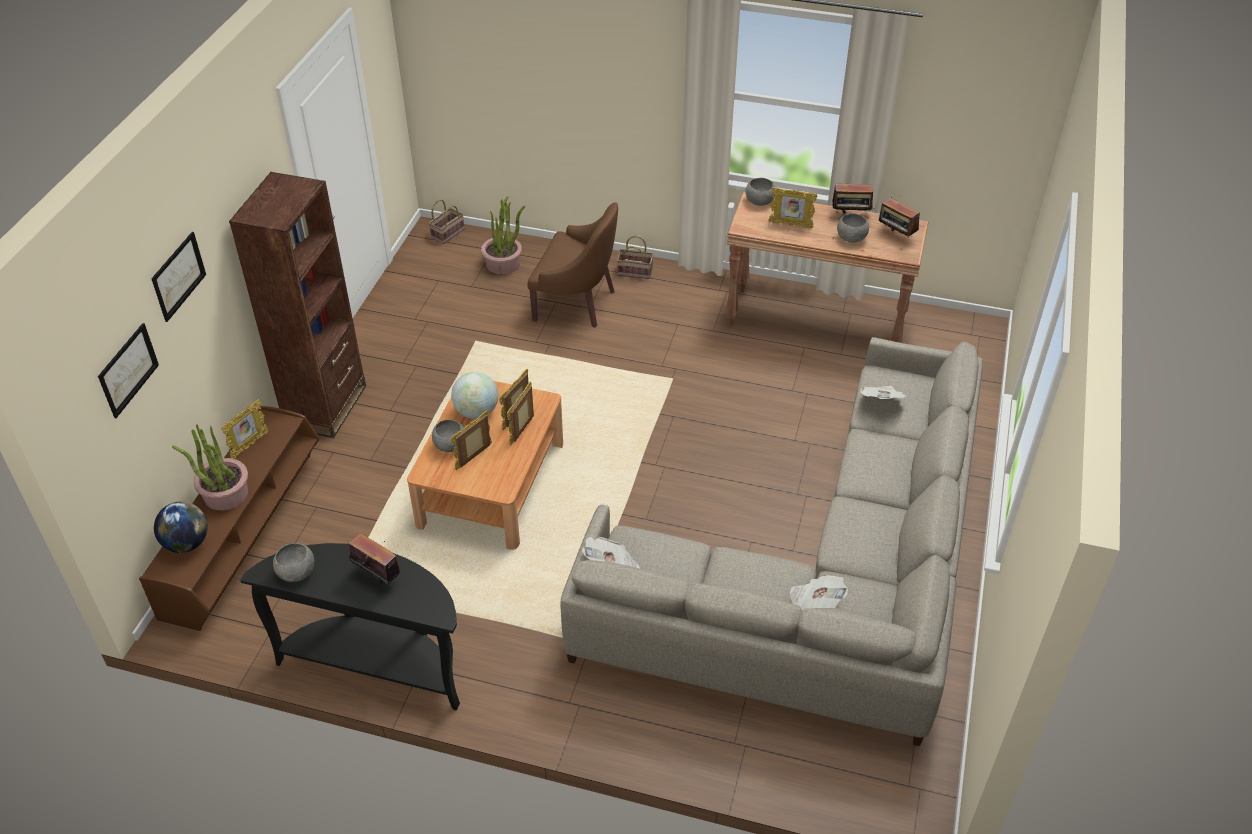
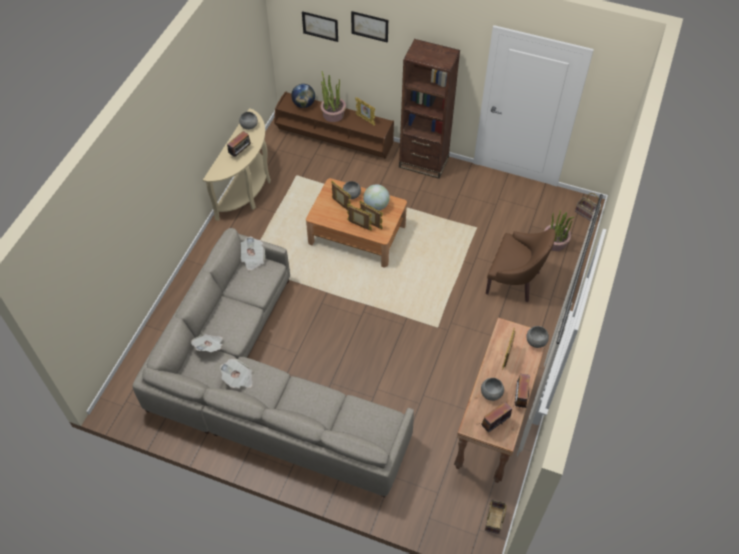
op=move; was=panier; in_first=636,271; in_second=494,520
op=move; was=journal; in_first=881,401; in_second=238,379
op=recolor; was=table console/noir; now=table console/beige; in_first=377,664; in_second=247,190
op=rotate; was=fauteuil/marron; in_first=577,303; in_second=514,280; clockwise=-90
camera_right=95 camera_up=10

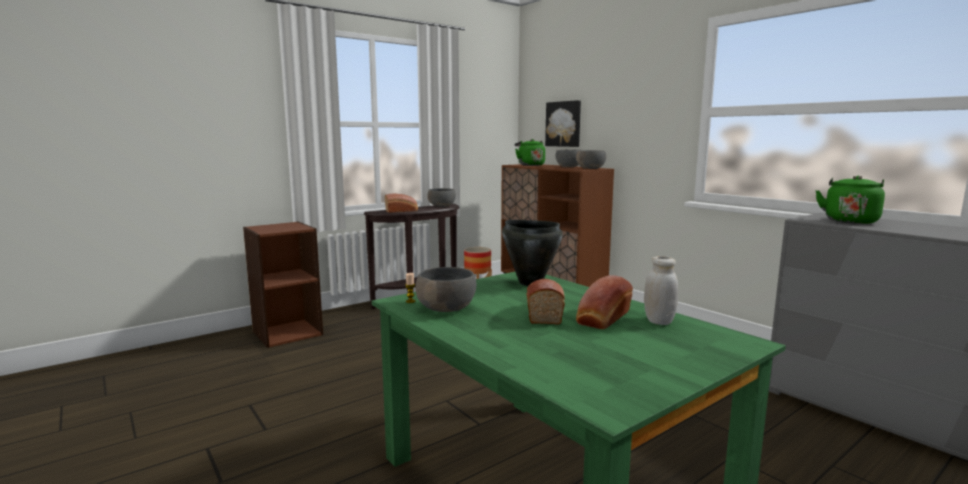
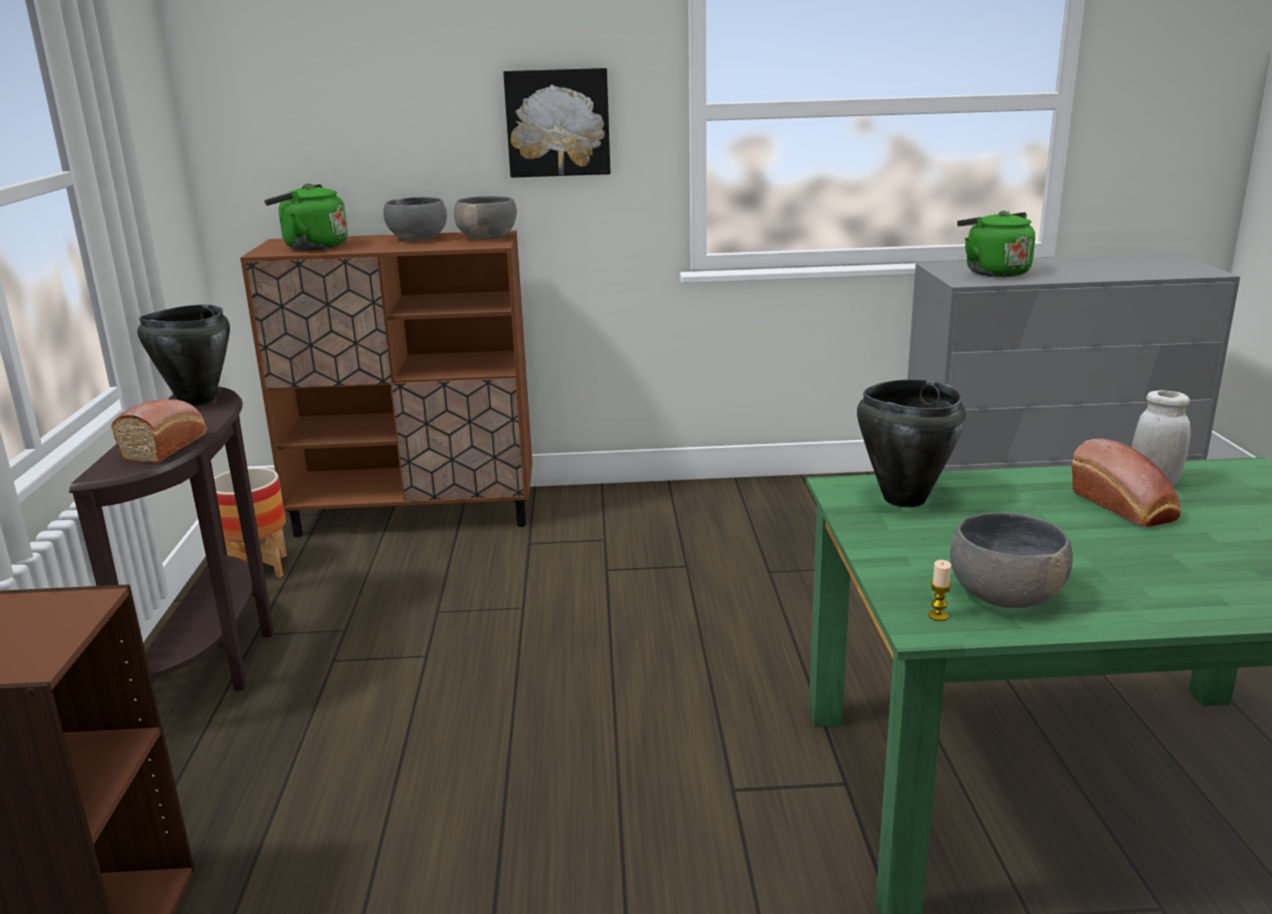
op=delete; was=pain; in_first=543,313
op=move; was=tableau; in_first=564,124; in_second=558,123
op=replace; was=bol/gris; now=marmite/noir; in_first=441,206; in_second=196,401
camera_right=-55 camera_up=10

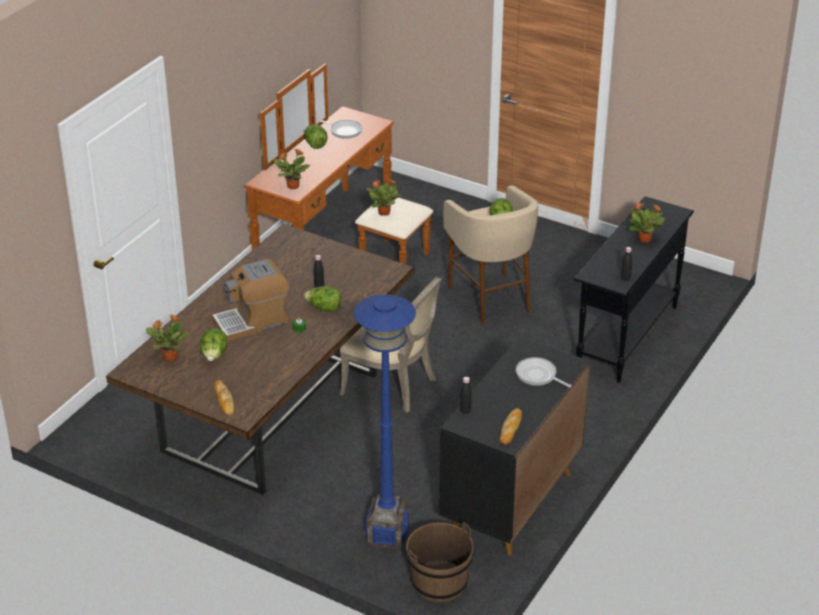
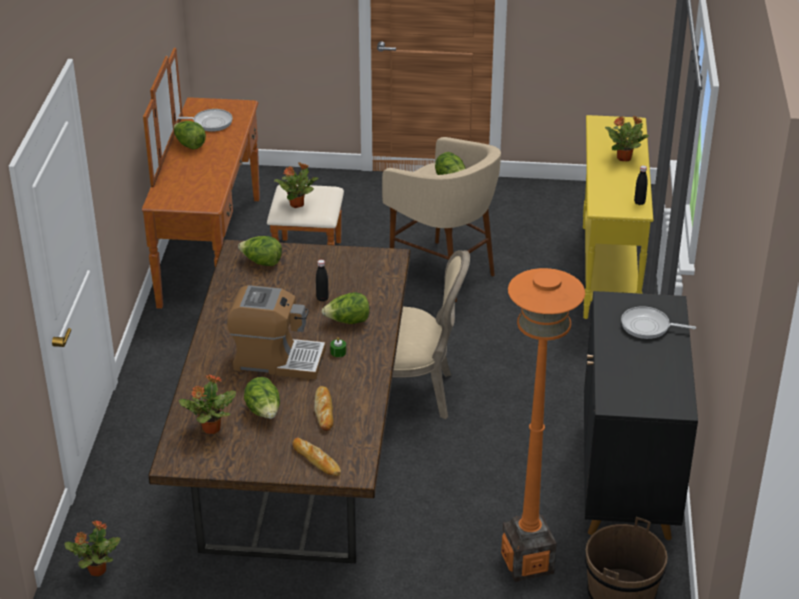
op=delete; was=bouteille/noir; in_first=465,410
op=insert; now=laitue; in_second=261,262
op=move; was=plante en pot; in_first=292,186; in_second=96,570
op=move; was=pain; in_first=510,428; in_second=324,411
op=recolor; was=lampadaire/bleu; now=lampadaire/orange; in_first=387,535; in_second=527,563
op=recolor; was=table console/noir; now=table console/jaune; in_first=626,337; in_second=608,272
op=rotate; was=machine à café; in_first=252,322; in_second=277,359; clockwise=-120
camera_right=-25 camera_up=0

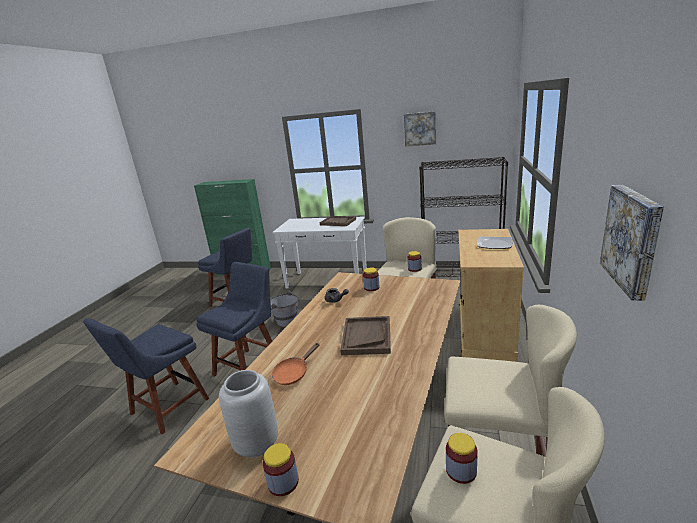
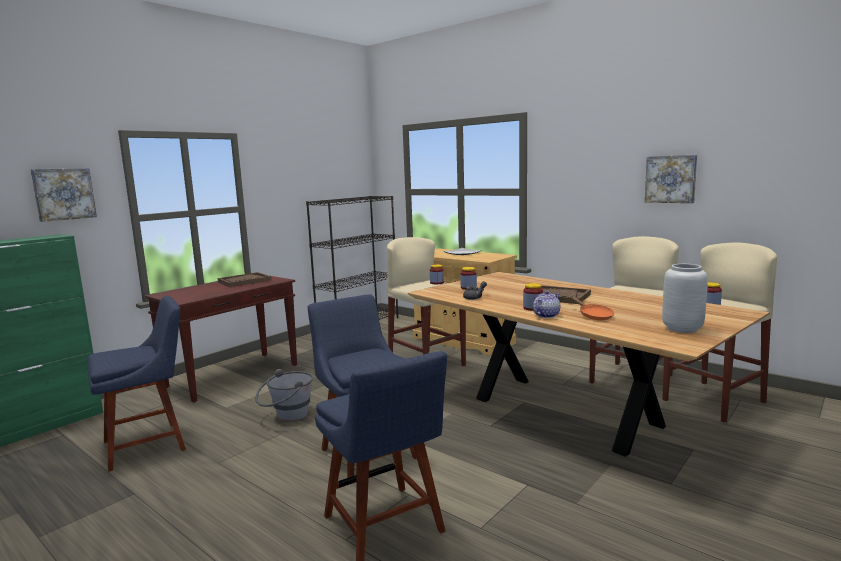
op=insert; now=théière; in_second=546,315
op=move; was=bocal; in_first=283,482; in_second=533,308
op=move; was=tableau; in_first=420,129; in_second=63,194
op=recolor; was=table console/blanc; now=table console/marron; in_first=327,281; in_second=233,376
camera_right=-65 camera_up=-10

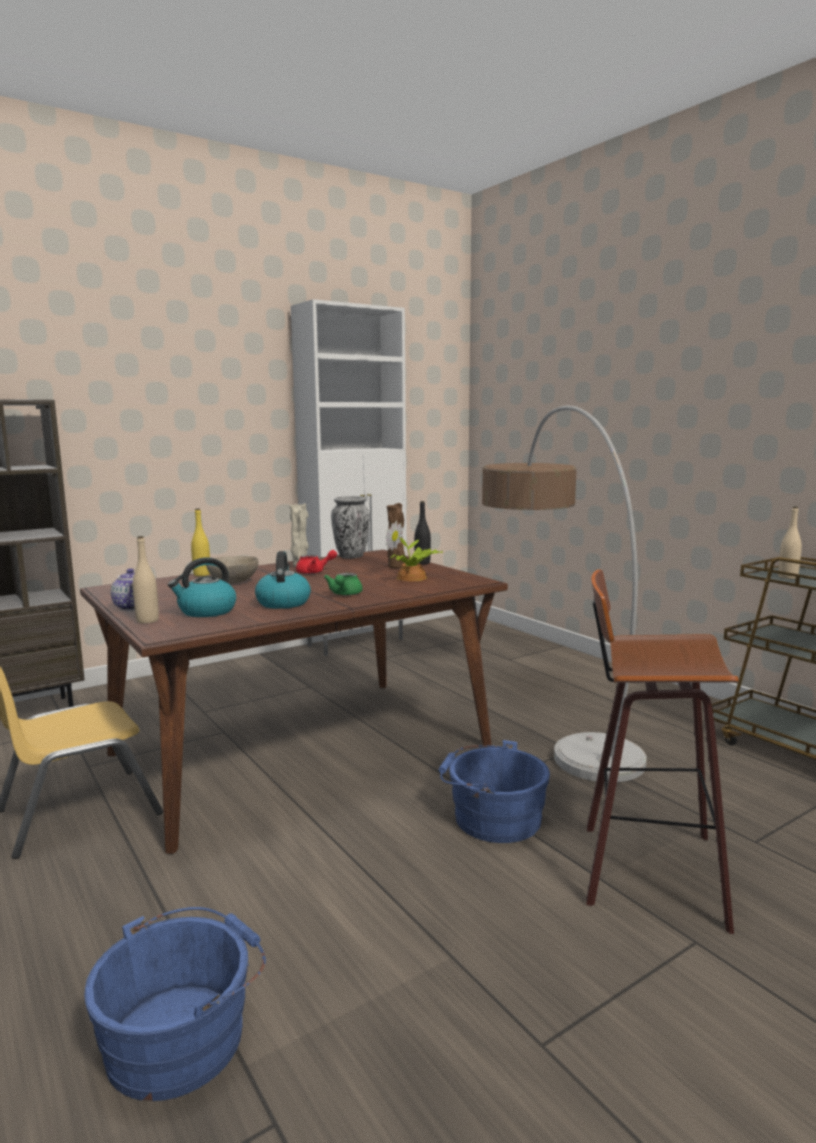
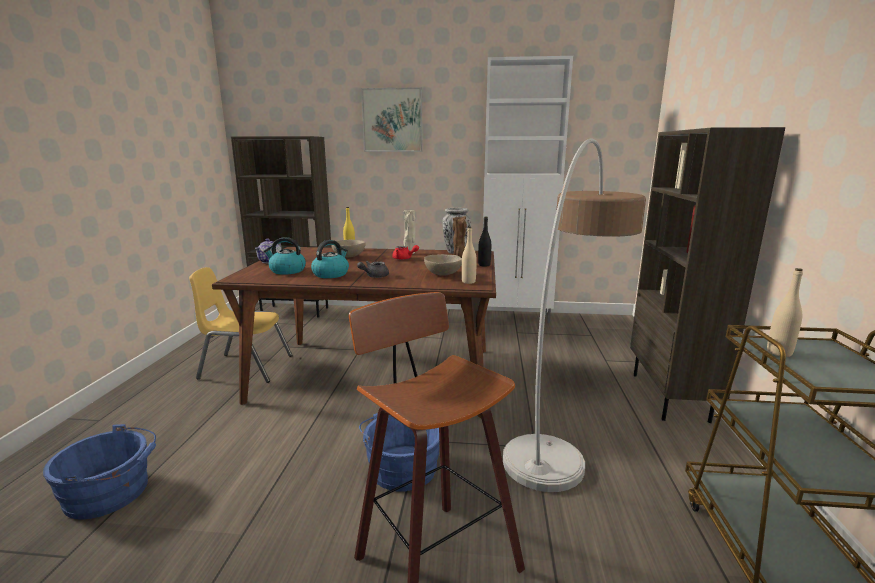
op=insert; now=tableau; in_second=392,120
op=insert; now=bibliothèque/marron; in_second=670,397
op=move; was=bouteille/beige; in_first=147,621; in_second=468,282
op=replace; was=plante en pot; now=bol/beige; in_first=412,578; in_second=443,274
op=recolor; was=théière/vert; now=théière/gris; in_first=344,594; in_second=374,276
camera_right=40 camera_up=5

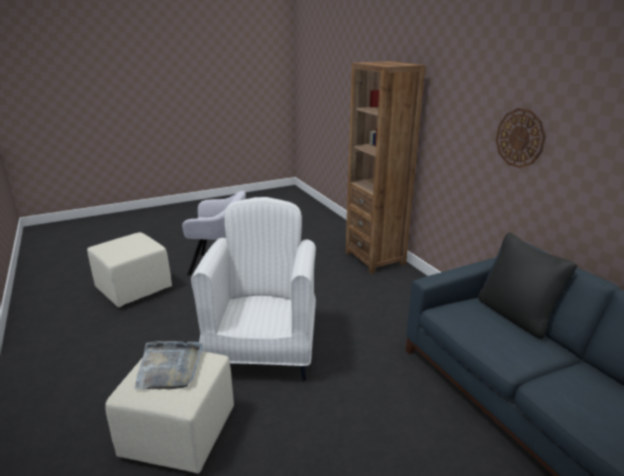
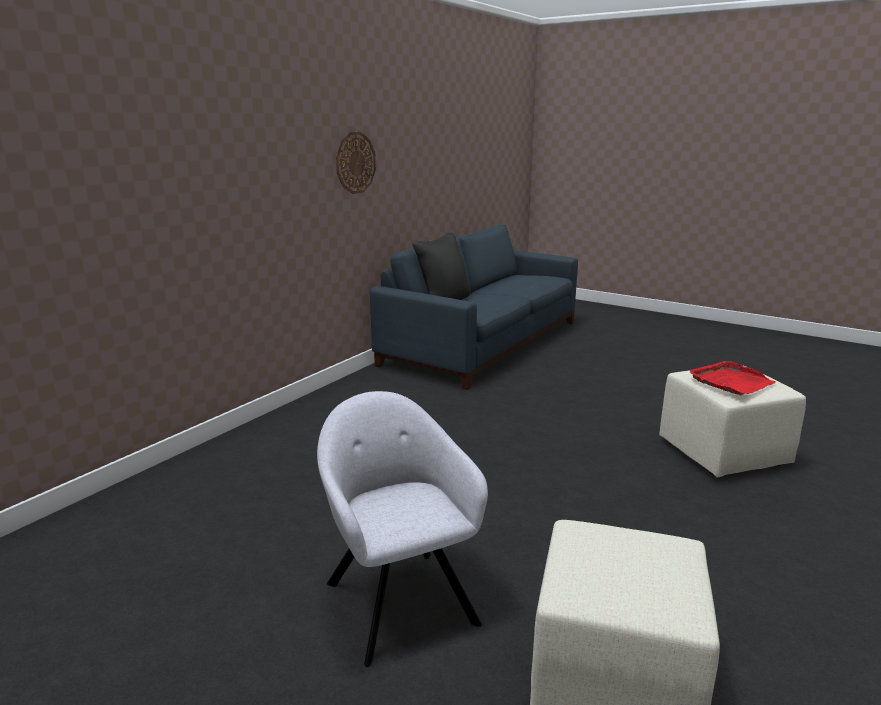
op=delete; was=fauteuil/blanc; in_first=264,351
op=delete; was=bibliothèque/marron; in_first=375,258
op=recolor; was=plateau/gris; now=plateau/rouge; in_first=169,367; in_second=731,382
camera_right=-120 camera_up=-5

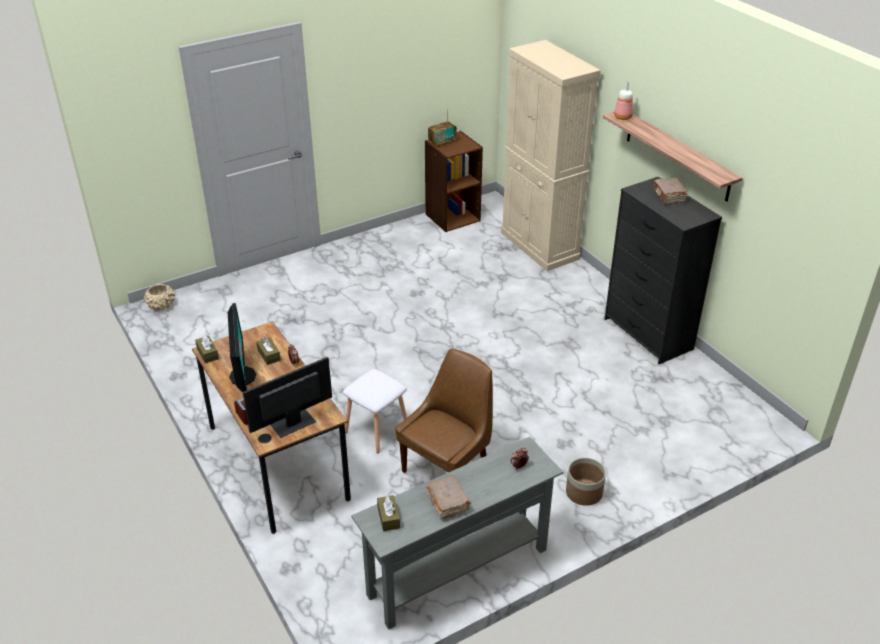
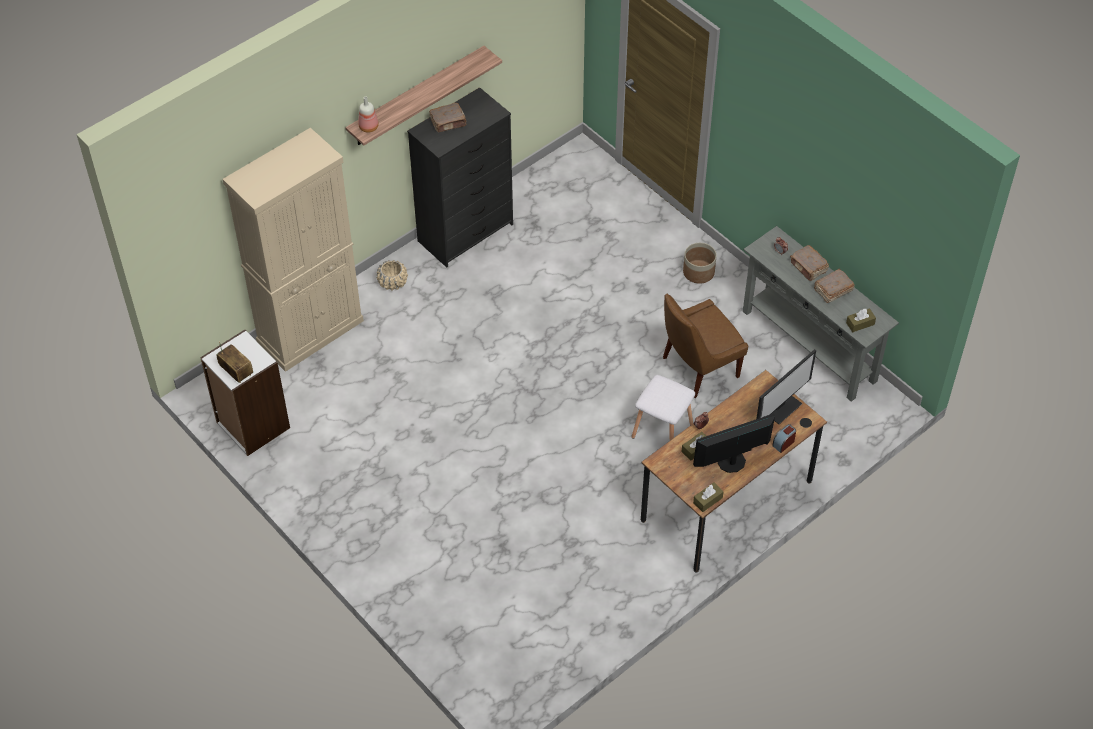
op=insert; now=livre/marron; in_second=808,267
op=move; was=cache-pot/beige; in_first=161,305; in_second=393,282
op=recolor; was=bibliothèque/marron; now=bibliothèque/blanc; in_first=452,217; in_second=252,425
op=rotate; was=écran d'ordinateur; in_first=292,423; in_second=782,407; clockwise=-90
op=rotate; was=chaise/marron; in_first=448,469; in_second=697,368; clockwise=-60
camera_right=-100 camera_up=15

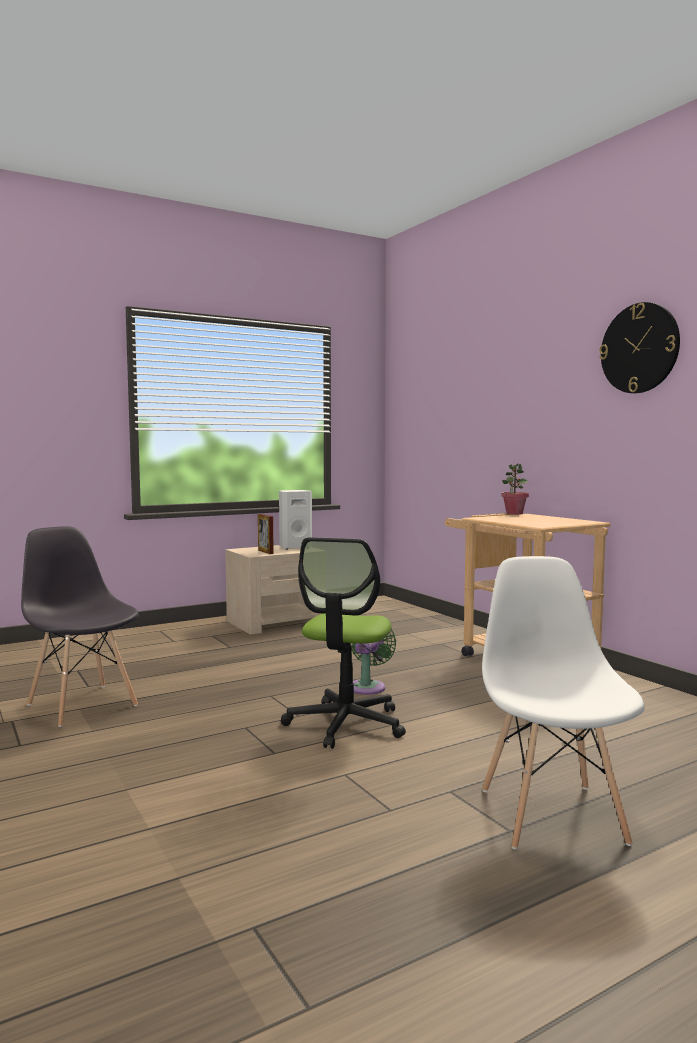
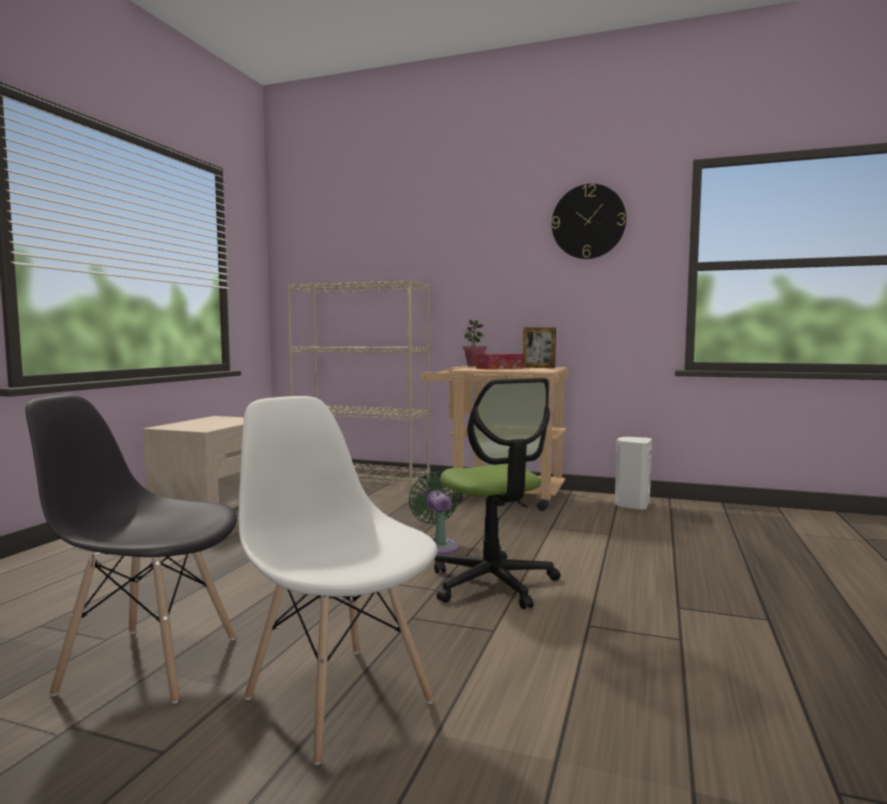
op=insert; now=bibliothèque/beige; in_second=362,481
op=insert; now=boîte à mouchoirs; in_second=499,368
op=move; was=cadre photo; in_first=265,552; in_second=539,367
op=move; was=enceinte/blanc; in_first=294,547; in_second=631,505
op=move; was=chaise/blanc; in_first=551,814; in_second=337,698
camera_right=-40 camera_up=0

